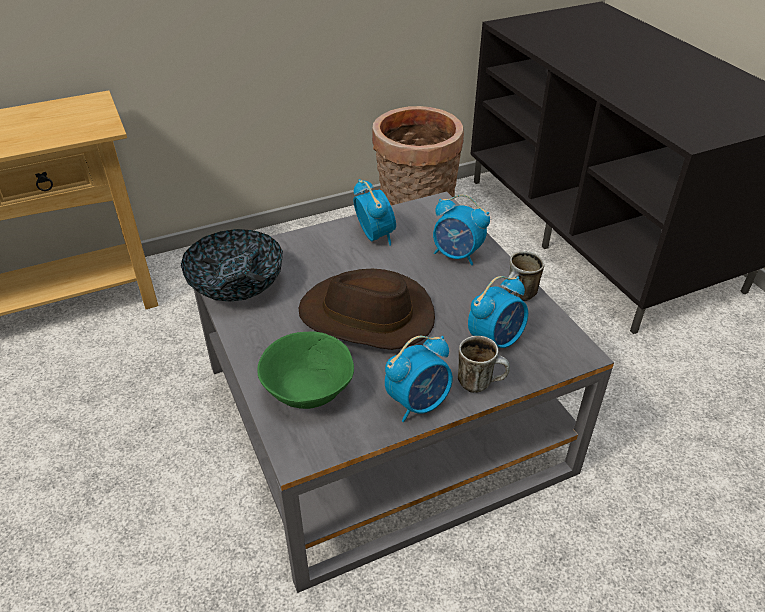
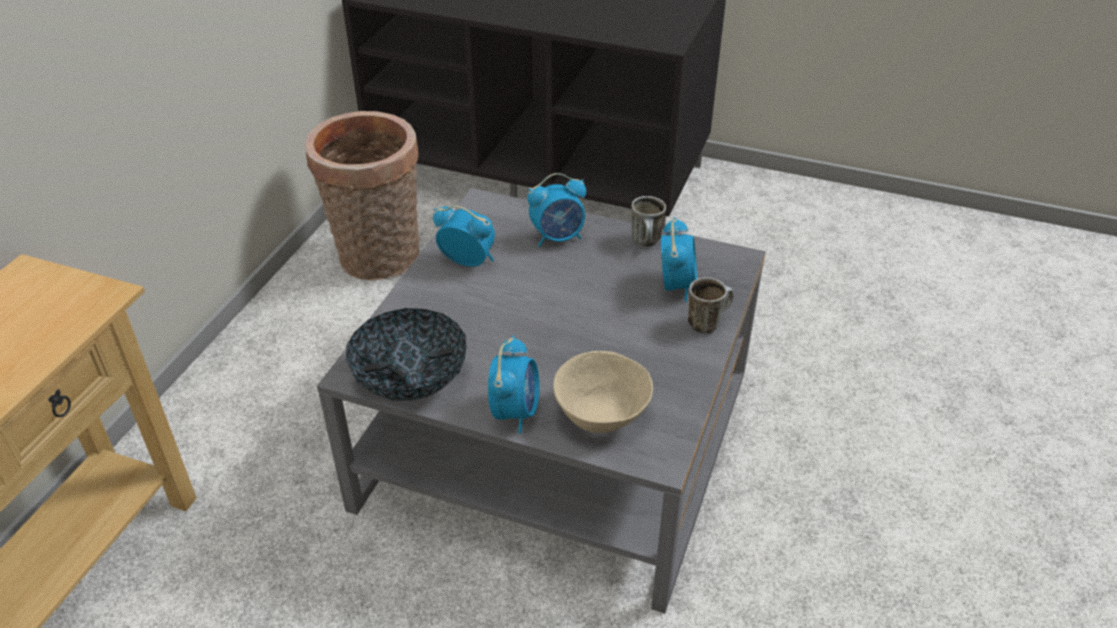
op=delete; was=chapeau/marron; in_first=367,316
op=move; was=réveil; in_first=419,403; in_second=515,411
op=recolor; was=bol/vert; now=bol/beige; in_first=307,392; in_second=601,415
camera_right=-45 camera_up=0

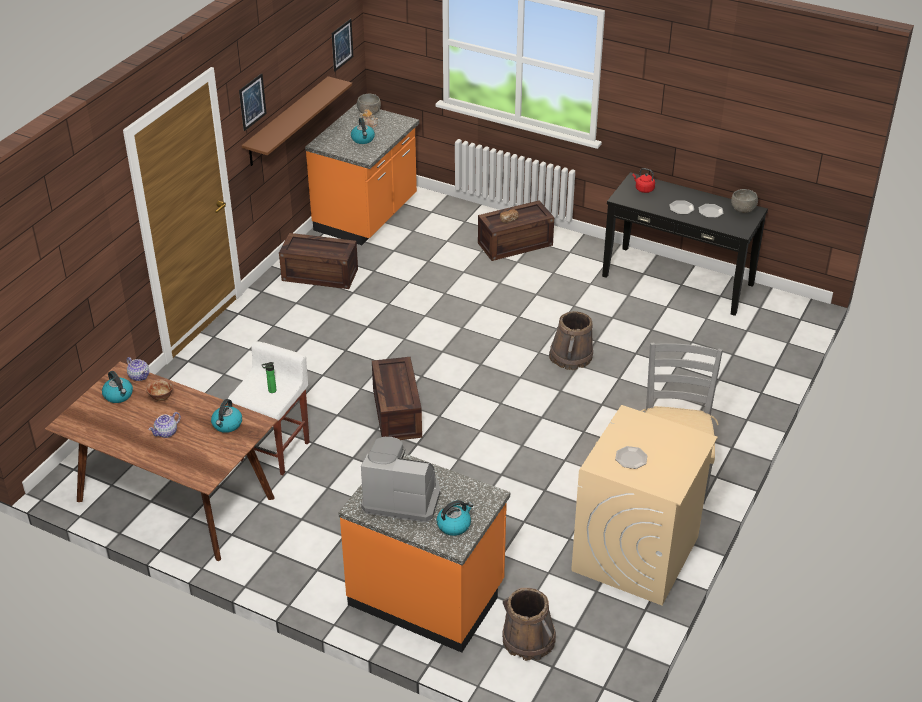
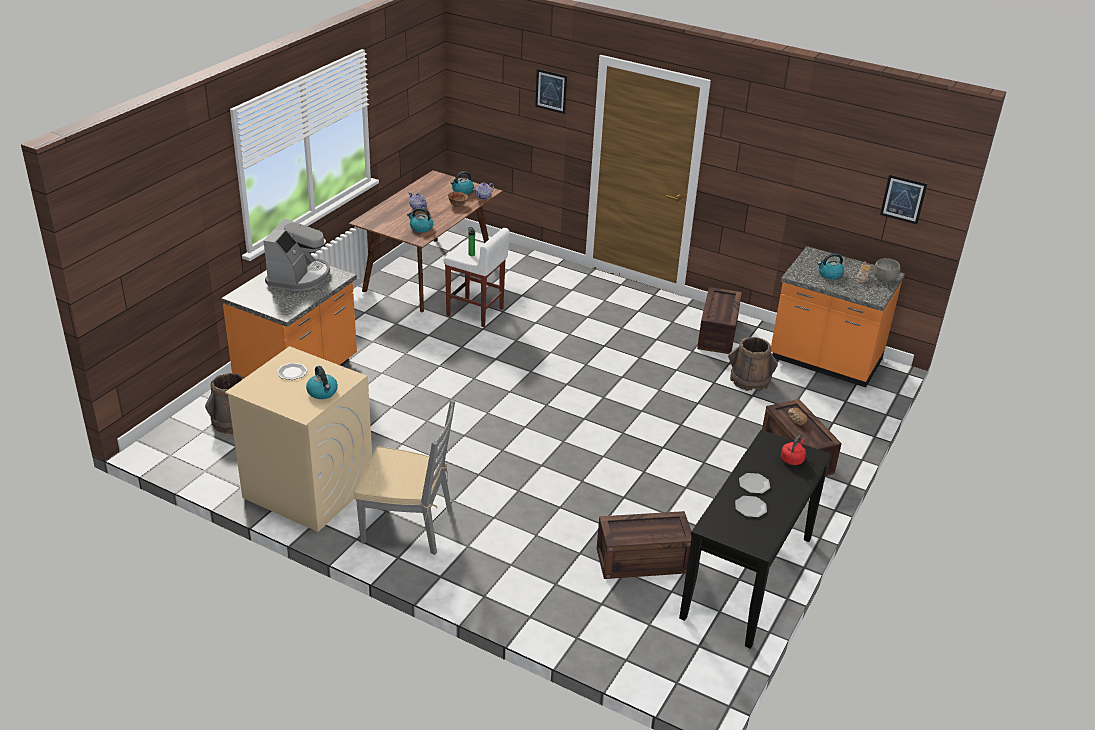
op=delete; was=étagère/marron; in_first=287,122
op=delete; was=bol/gris; in_first=743,209
op=move; was=tableau; in_first=252,102; in_second=551,91
op=move; was=caisse; in_first=395,412; in_second=643,559
op=move; was=bouilloire; in_first=454,525; in_second=322,392
op=move; was=seau/marron; in_first=571,357; in_second=749,380
camera_right=90 camera_up=-5

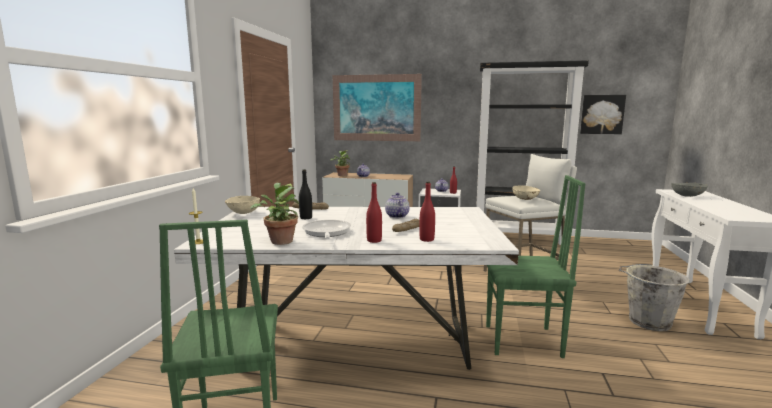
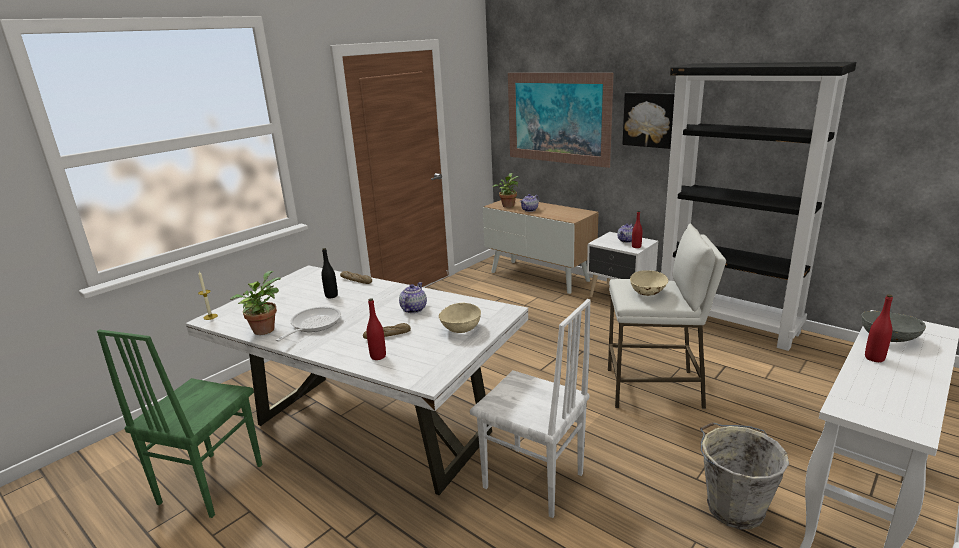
op=move; was=bol/beige; in_first=243,213; in_second=460,329
op=move; was=bouteille/rouge; in_first=374,240; in_second=874,358
op=move; was=tableau; in_first=602,114; in_second=649,120
op=recolor; was=chaise/vert; now=chaise/blanc; in_first=523,341; in_second=533,482
camera_right=30 camera_up=10

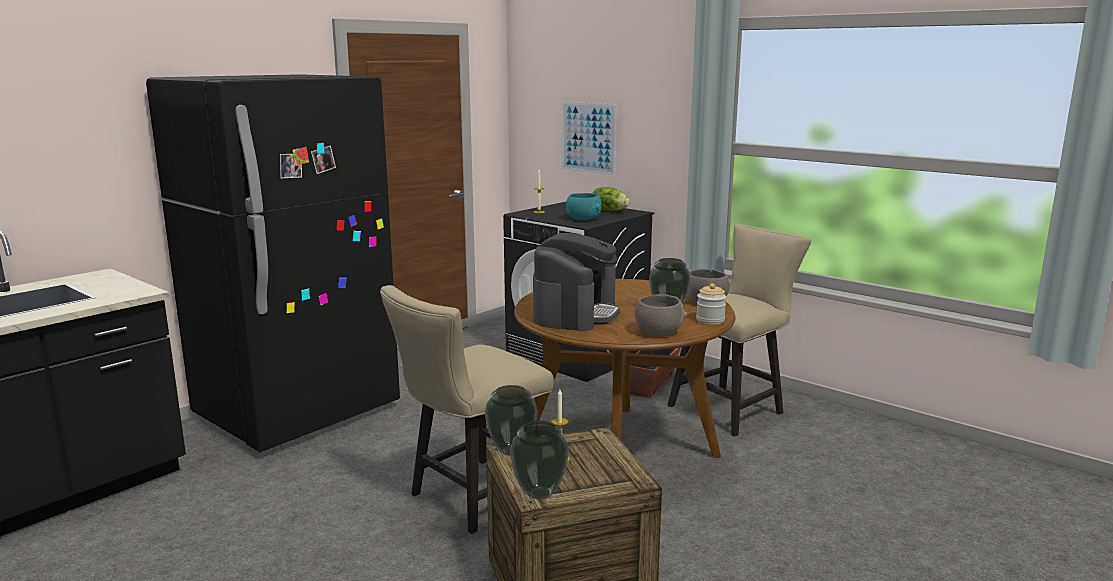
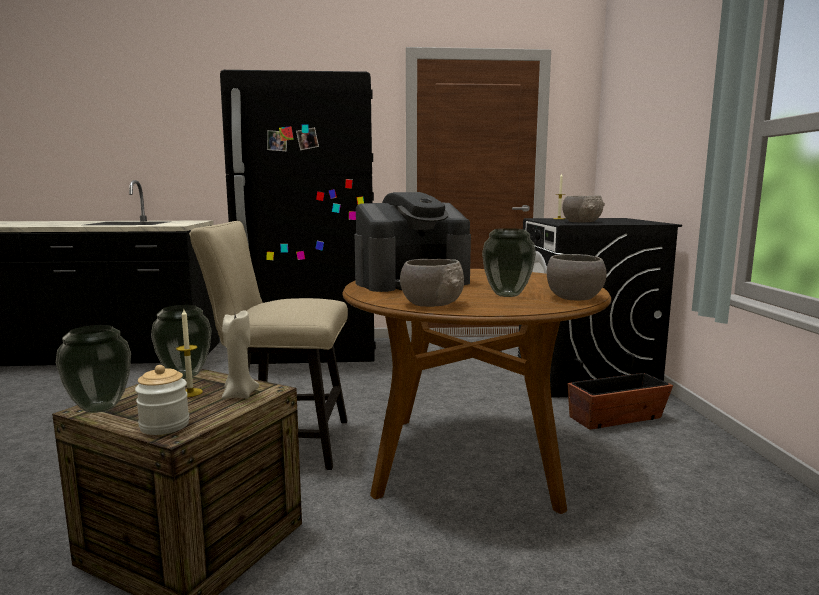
op=delete; was=tableau; in_first=588,137
op=delete; was=laitue; in_first=609,211
op=delete; was=chaise/beige; in_first=732,408
op=insert; now=bougie/beige; in_second=239,395
op=move; was=bocal; in_first=710,320; in_second=164,426
op=recolor; was=bol/turquoise; now=bol/gris; in_first=583,219; in_second=581,222
camera_right=45 camera_up=-5

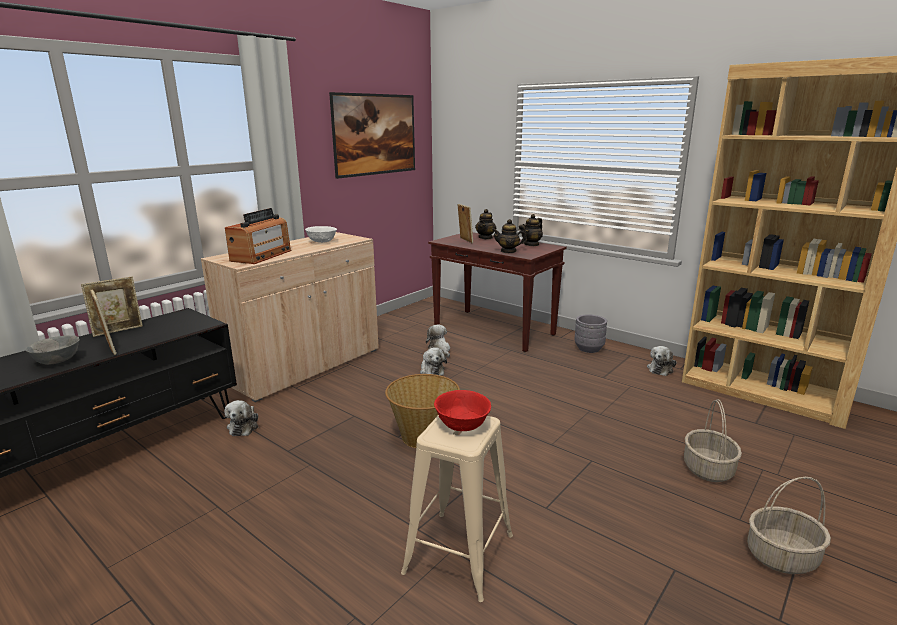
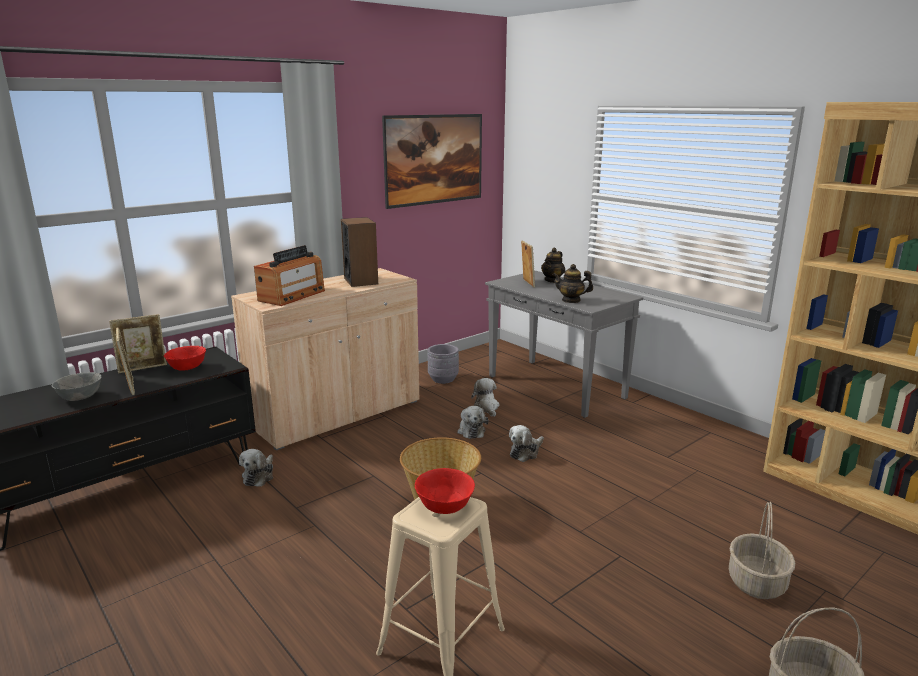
op=delete; was=théière; in_first=531,244
op=insert; now=bol/rouge; in_second=187,368
op=move; was=cache-pot/gris; in_first=589,348; in_second=443,379
op=move; was=peluche; in_first=660,369; in_second=525,452
op=replace; was=bol/blanc; now=enceinte; in_first=322,242; in_second=361,281
op=recolor; was=table console/marron; now=table console/gris; in_first=494,330; in_second=557,387
camera_right=10 camera_up=0

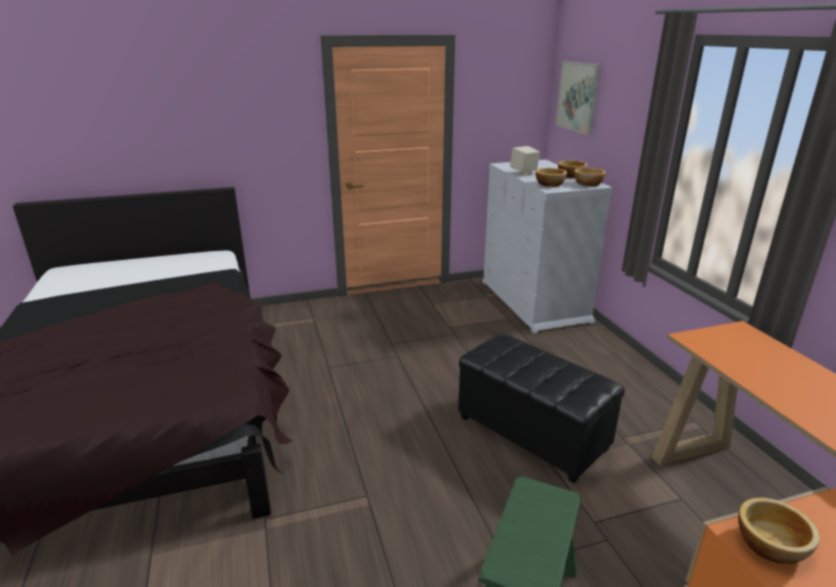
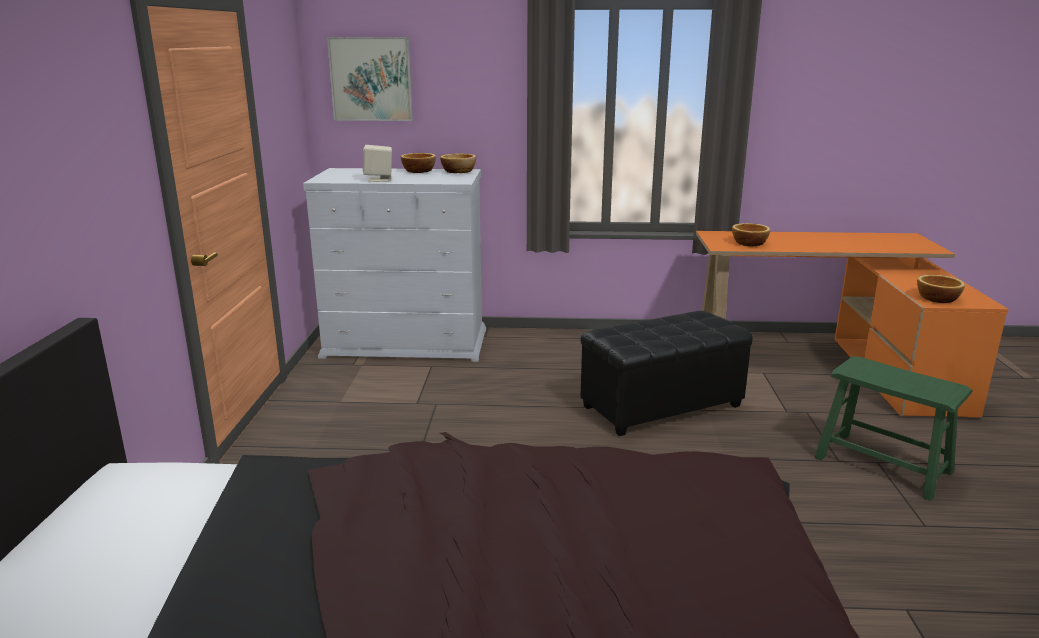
op=move; was=bol; in_first=550,184; in_second=749,243
camera_right=-70 camera_up=-5

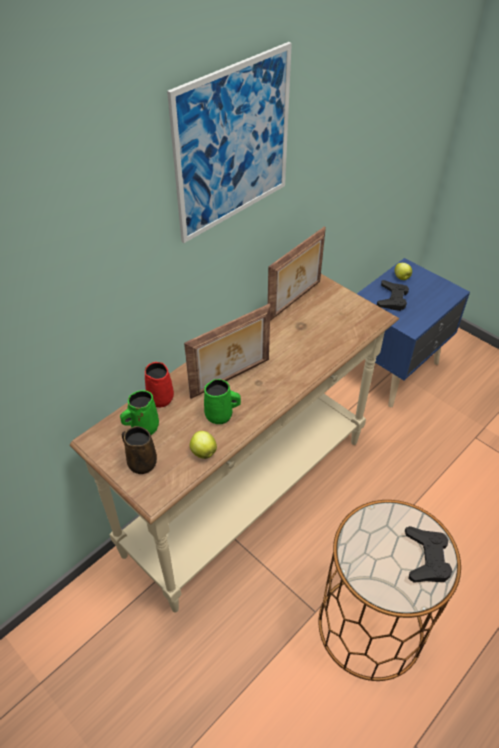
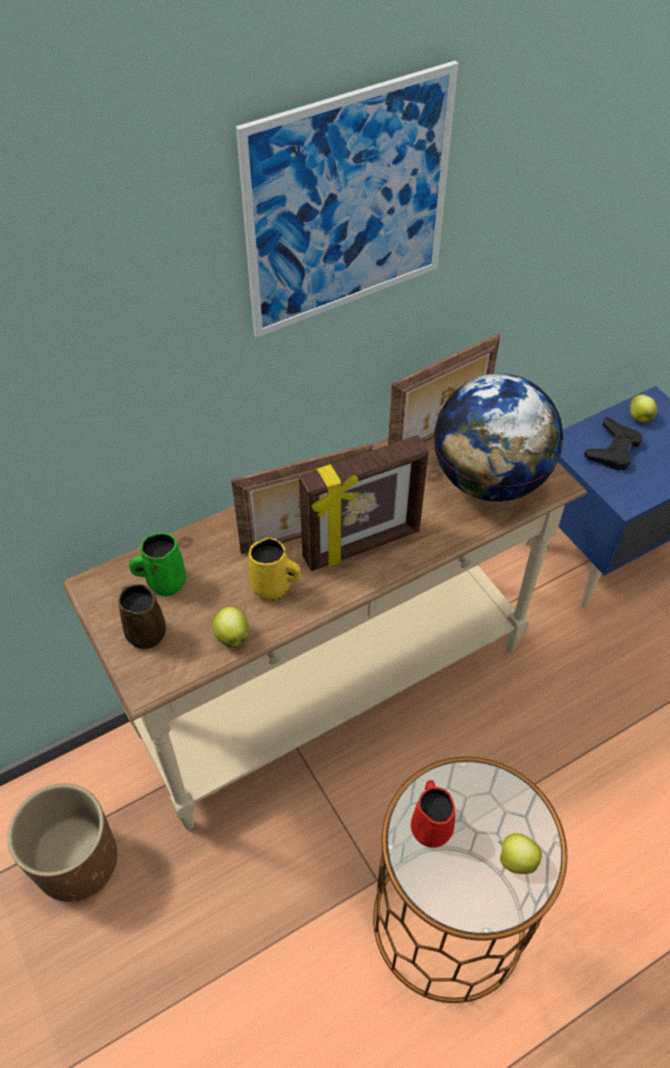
op=insert; now=cache-pot/marron; in_second=77,862
op=insert; now=cadre photo; in_second=362,546
op=insert; now=globe; in_second=488,480
op=move; was=mug/rouge; in_first=160,397; in_second=431,826
op=replace; was=manette/noir; now=pomme; in_first=426,558; in_second=515,860
op=recolor; was=mug/vert; now=mug/jaune; in_first=220,415; in_second=273,588
camera_right=15 camera_up=5

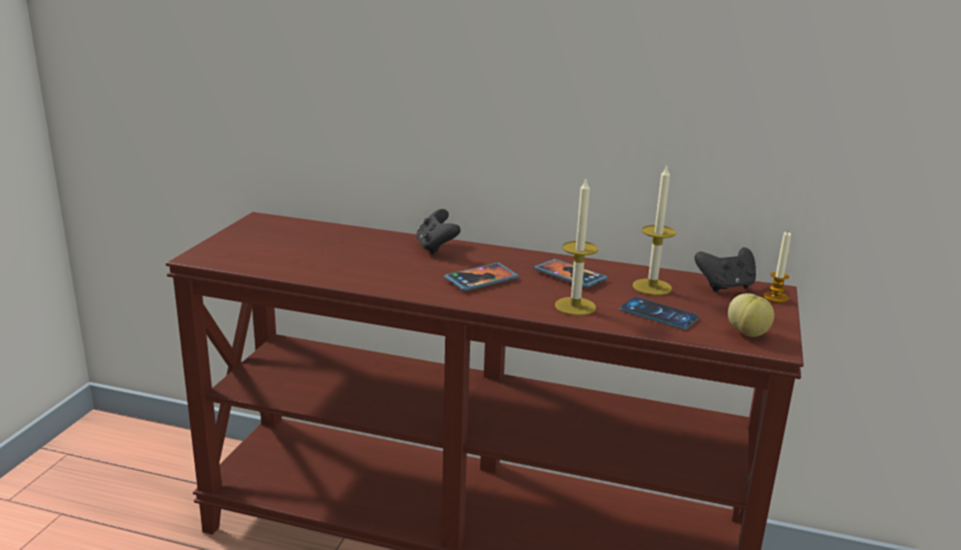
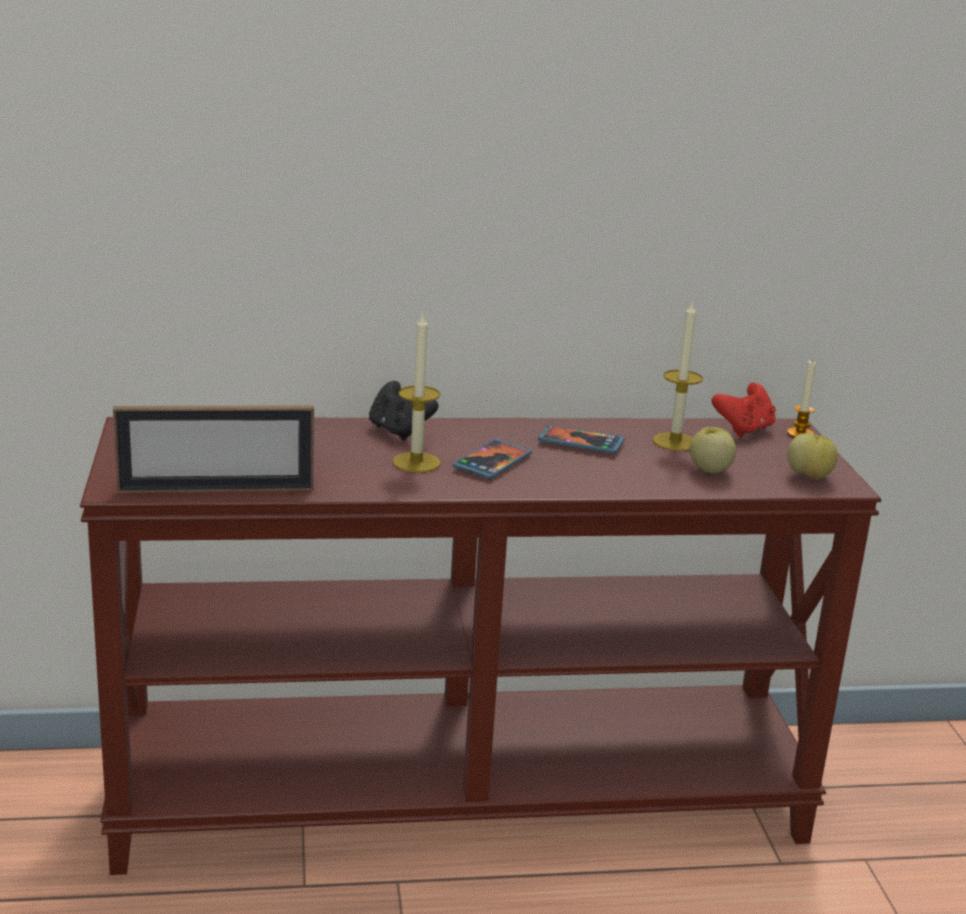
op=insert; now=cadre photo; in_second=216,490
op=move; was=bougie; in_first=575,306; in_second=416,462
op=replace; was=téléphone; now=pomme; in_first=658,314; in_second=710,470
op=recolor; was=manette/noir; now=manette/rouge; in_first=725,286; in_second=744,429
camera_right=-25 camera_up=0

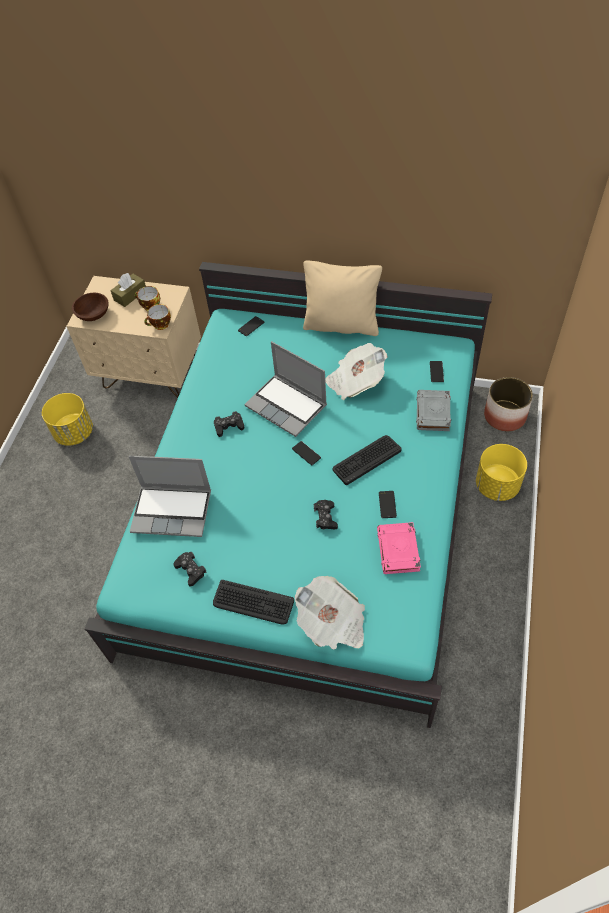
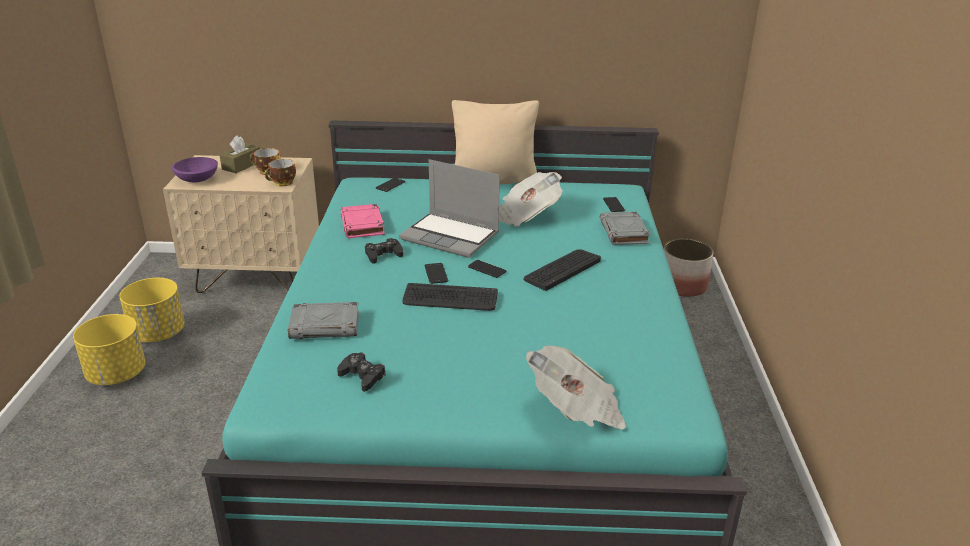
op=delete; was=manette/noir; in_first=325,517
op=move; was=clavier; in_first=253,603; in_second=450,298
op=move; was=livre/rose; in_first=398,550; in_second=363,225
op=move; was=téléphone; in_first=387,504; in_second=436,273
op=move; was=cache-pot/jaune; in_first=496,485; in_second=116,374
op=replace; was=ordinateur portable; now=livre/gris; in_first=173,511; in_second=325,325
op=recolor; was=bol/marron; now=bol/violet; in_first=93,314; in_second=196,179
camera_right=-15 camera_up=-25

